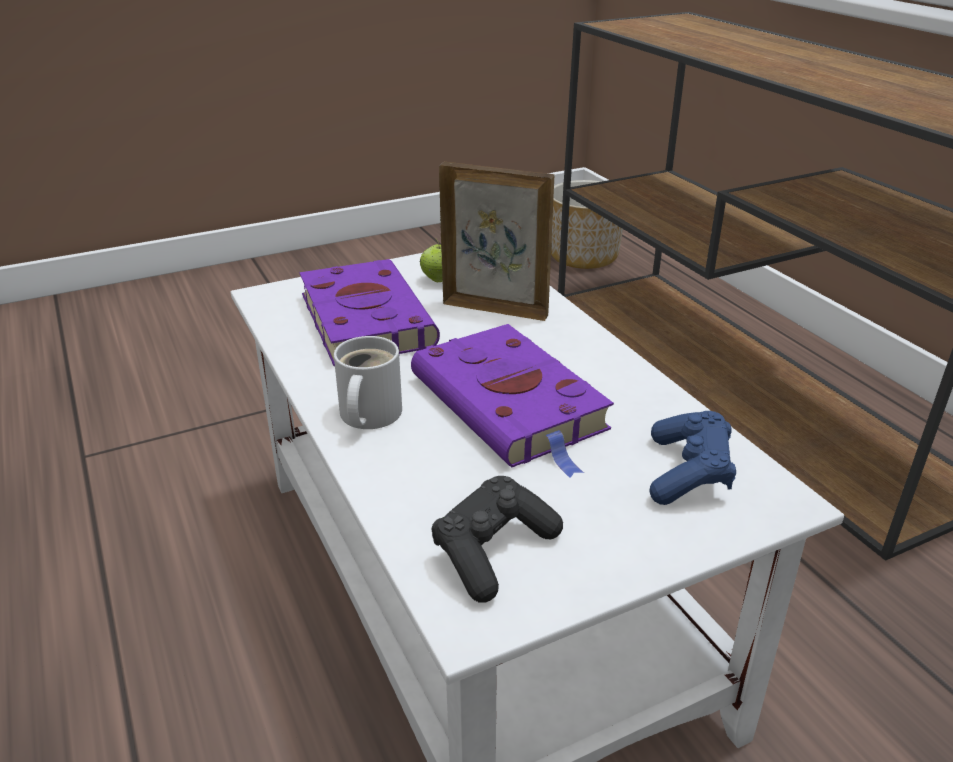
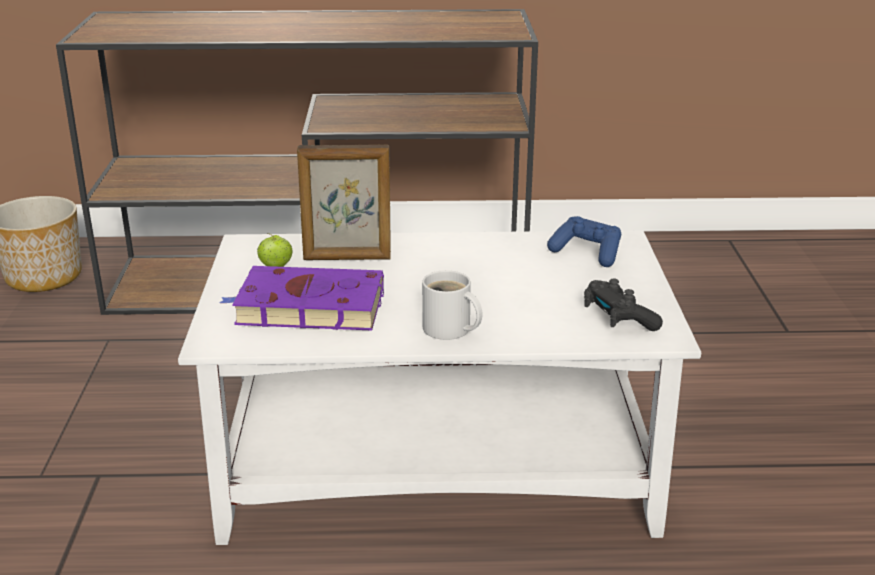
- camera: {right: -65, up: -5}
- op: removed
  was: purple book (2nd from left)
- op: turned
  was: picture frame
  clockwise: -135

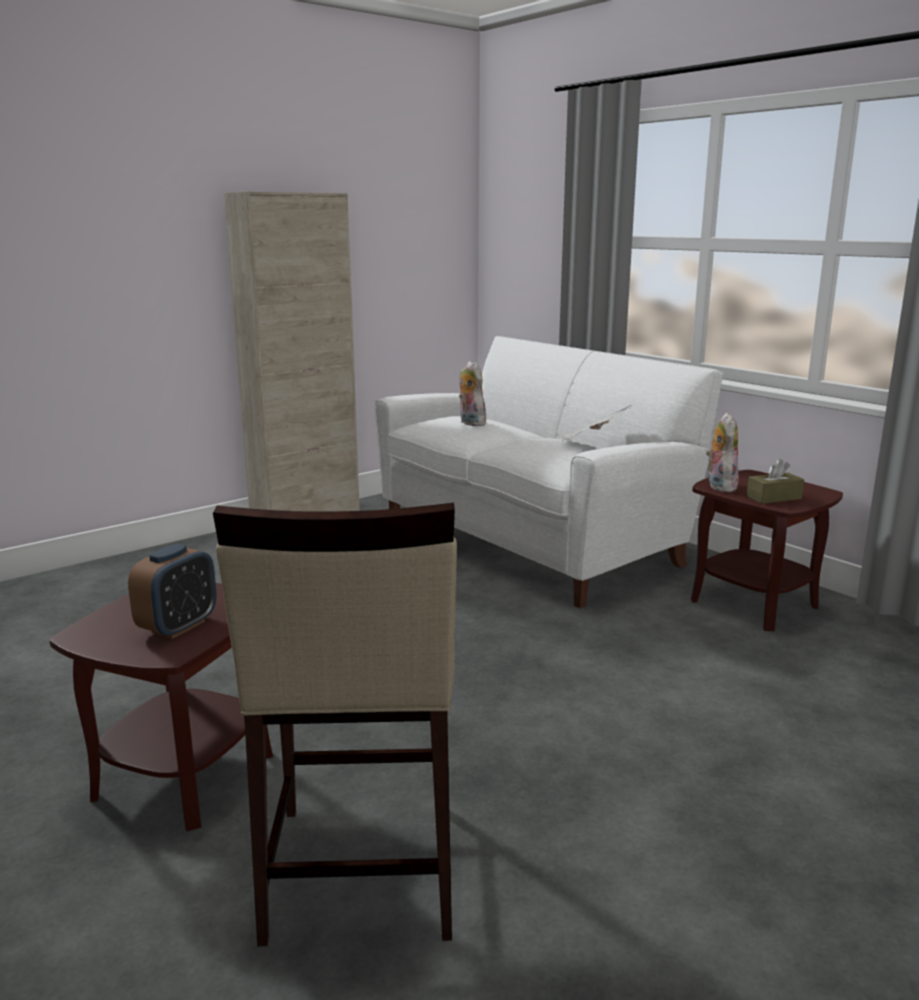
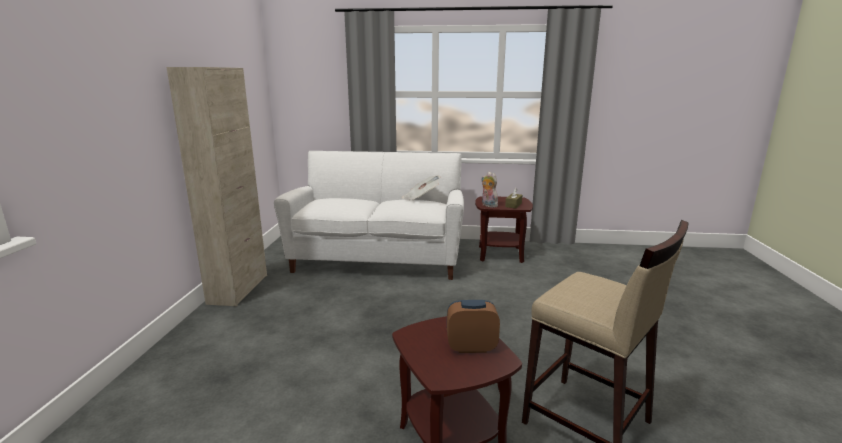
- camera: {right: -45, up: 0}
- op: removed
  was: plush toy (1st from left)
- op: turned
  was: alarm clock
  clockwise: -75

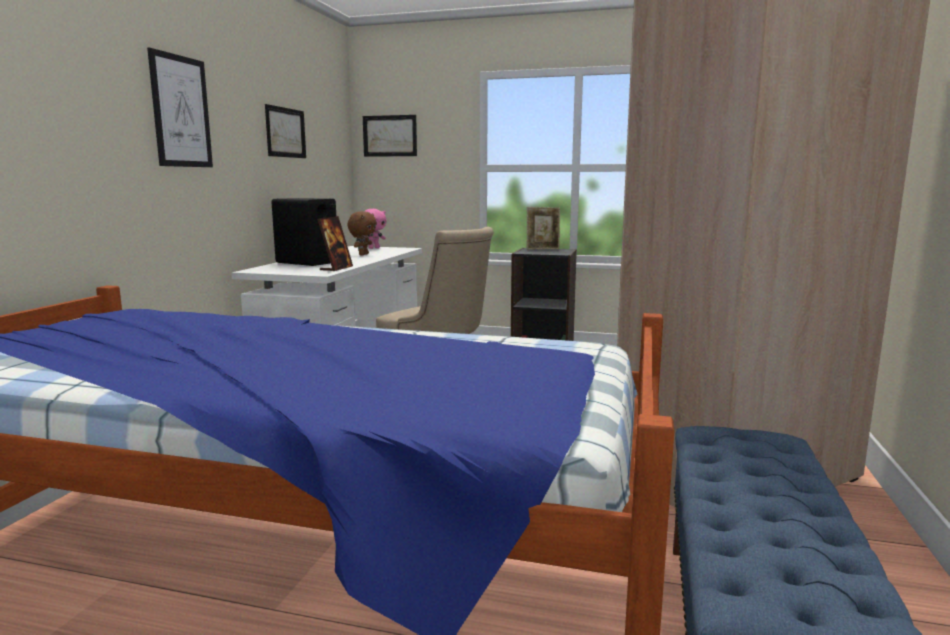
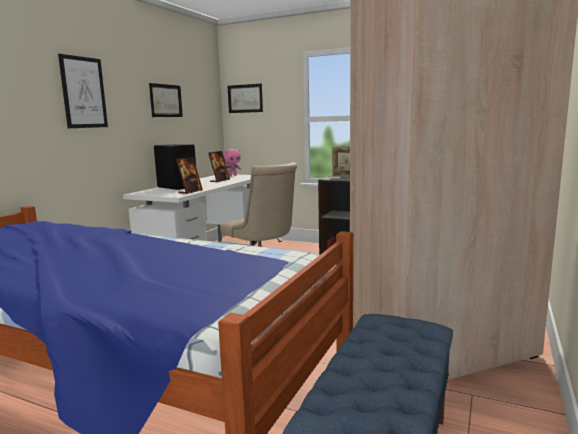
- camera: {right: 10, up: 0}
- op: replaced
  was: brown plush toy
  now: picture frame (2nd from left)

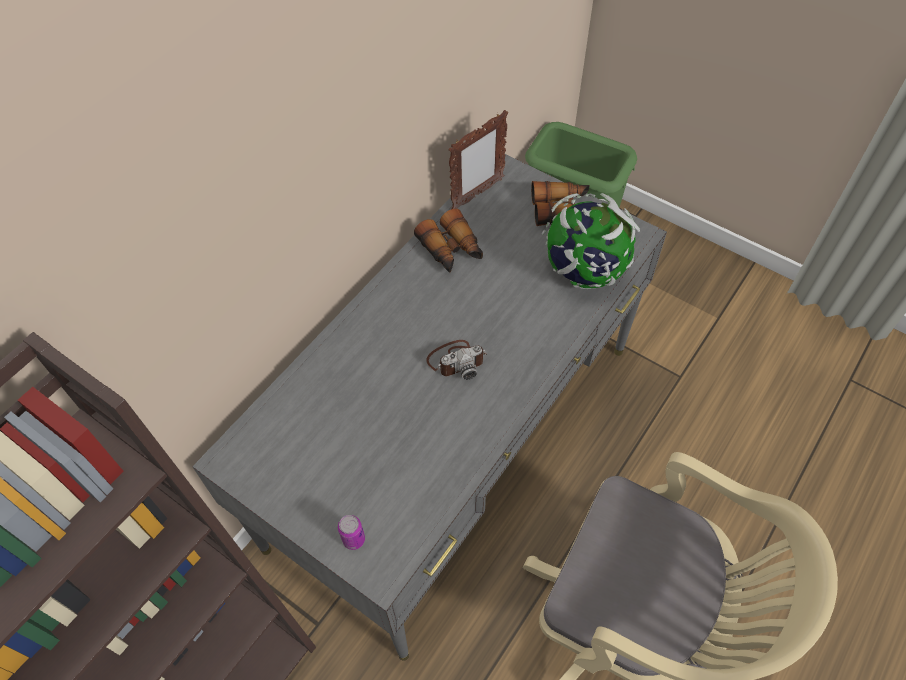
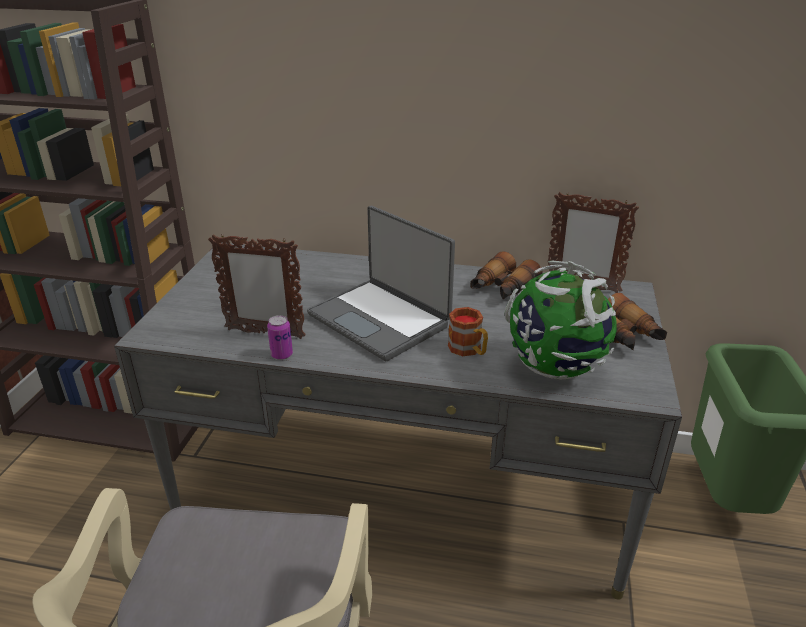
- camera: {right: 65, up: -25}
- op: added
  now: picture frame (1st from left)
- op: added
  now: mug
- op: moved
  was: can
- op: replaced
  was: photo camera
  now: laptop

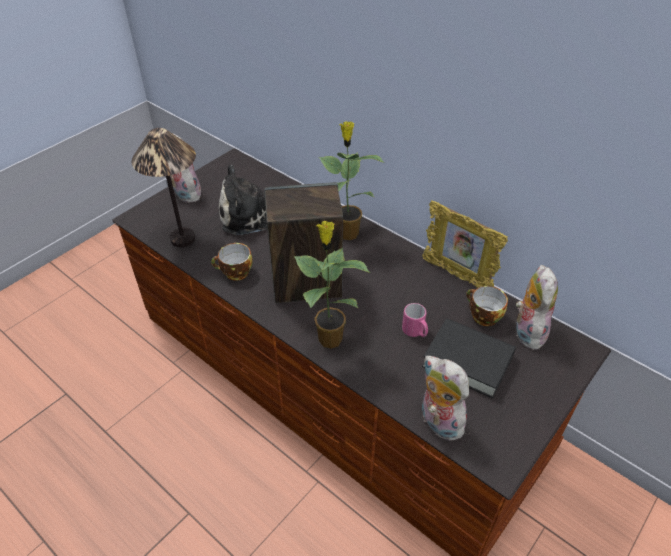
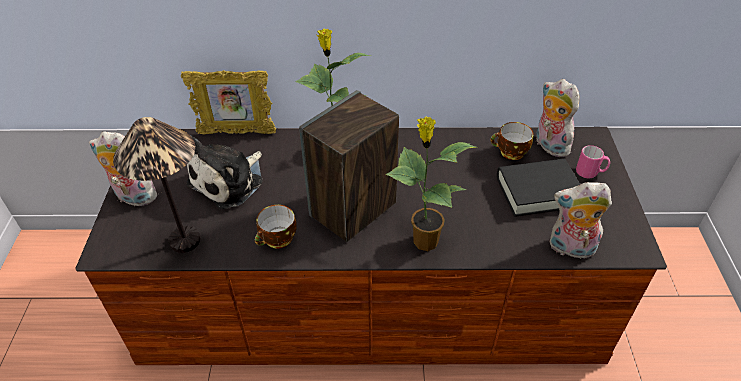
- camera: {right: -40, up: 0}
- op: moved
  was: pink mug
- op: moved
  was: picture frame

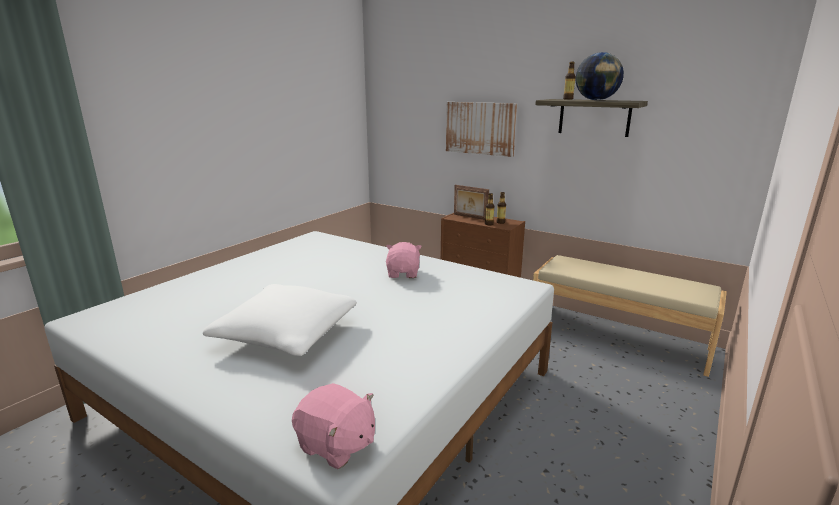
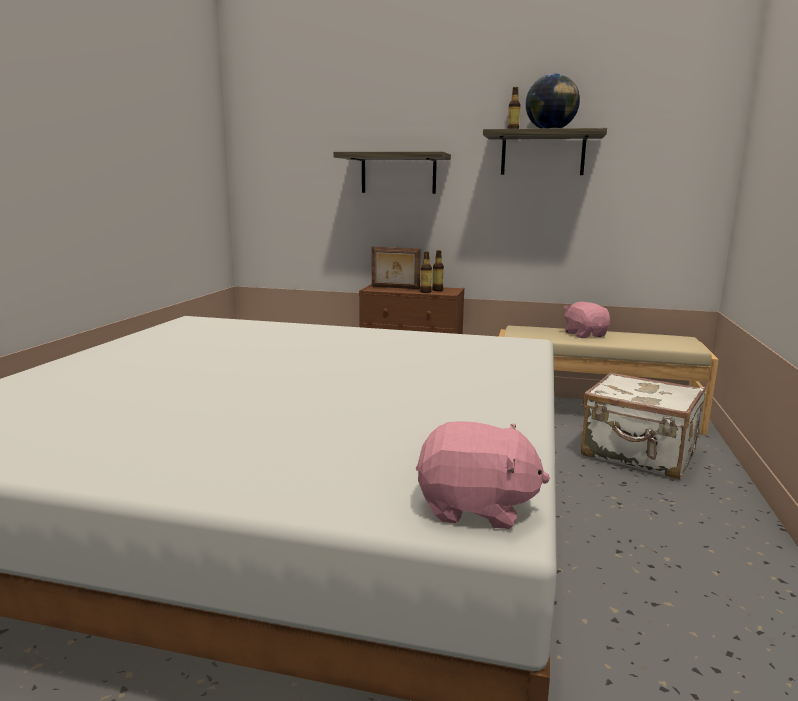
- camera: {right: -20, up: -5}
- op: removed
  was: white pillow
- op: added
  now: white suitcase
- op: moved
  was: pink plush toy (2nd from left)
- op: replaced
  was: picture
  now: shelf (1st from left)

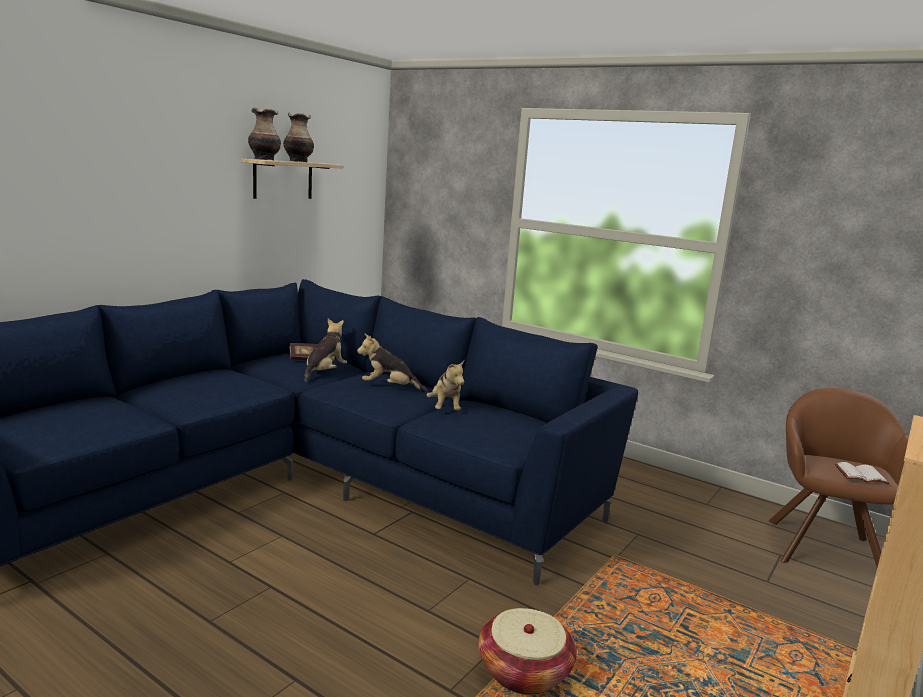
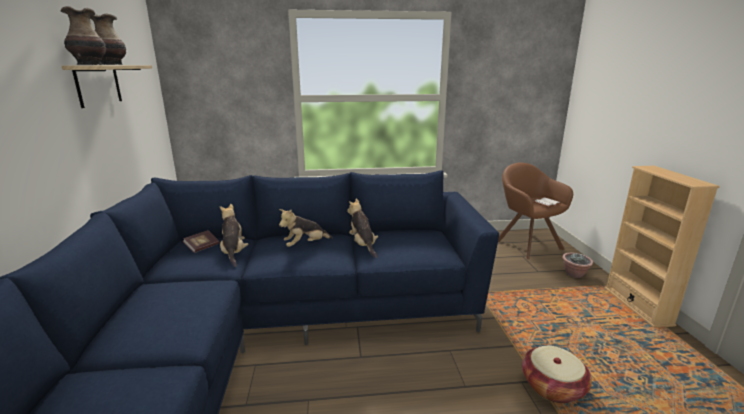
- camera: {right: -40, up: 5}
- op: added
  now: potted plant
- op: turned
  was: plush toy (3rd from left)
  clockwise: -150

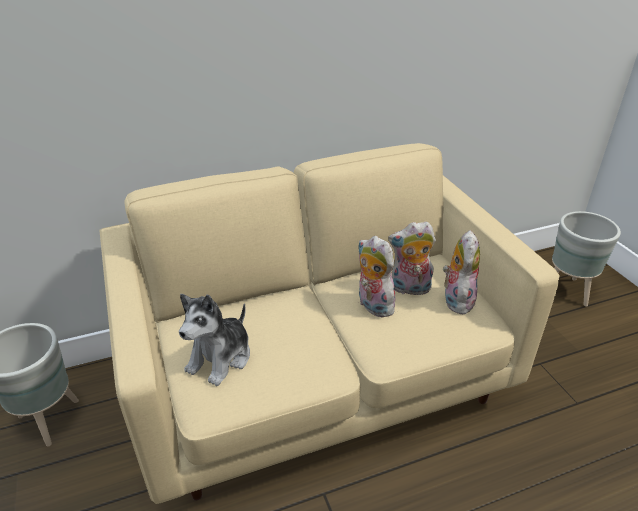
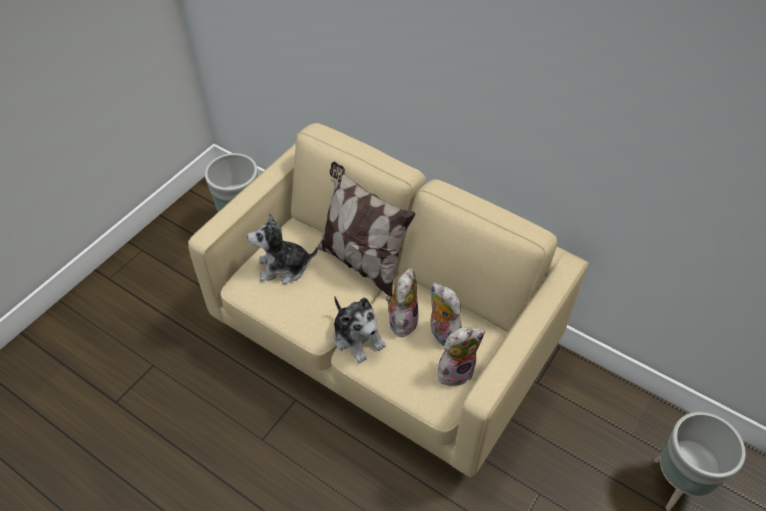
- camera: {right: 55, up: 15}
- op: added
  now: pillow
- op: added
  now: plush toy (2nd from left)

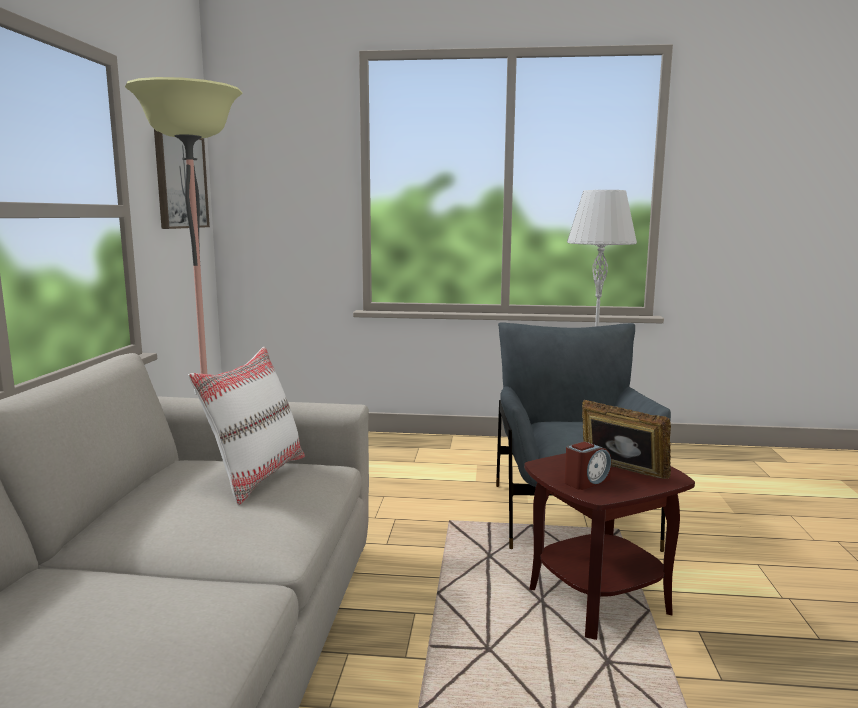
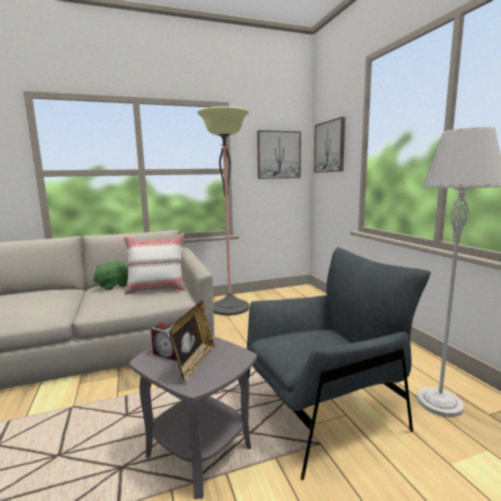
- camera: {right: 65, up: 0}
- op: added
  now: green plush toy
- op: added
  now: picture (2nd from left)
- op: recoloured
  was: brown side table
  now: grey side table

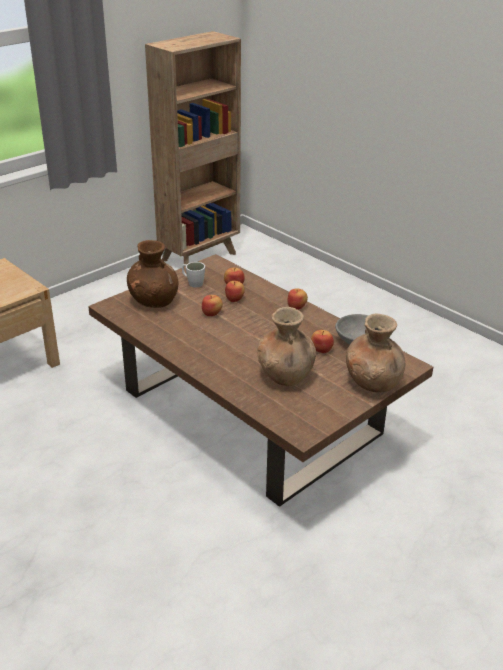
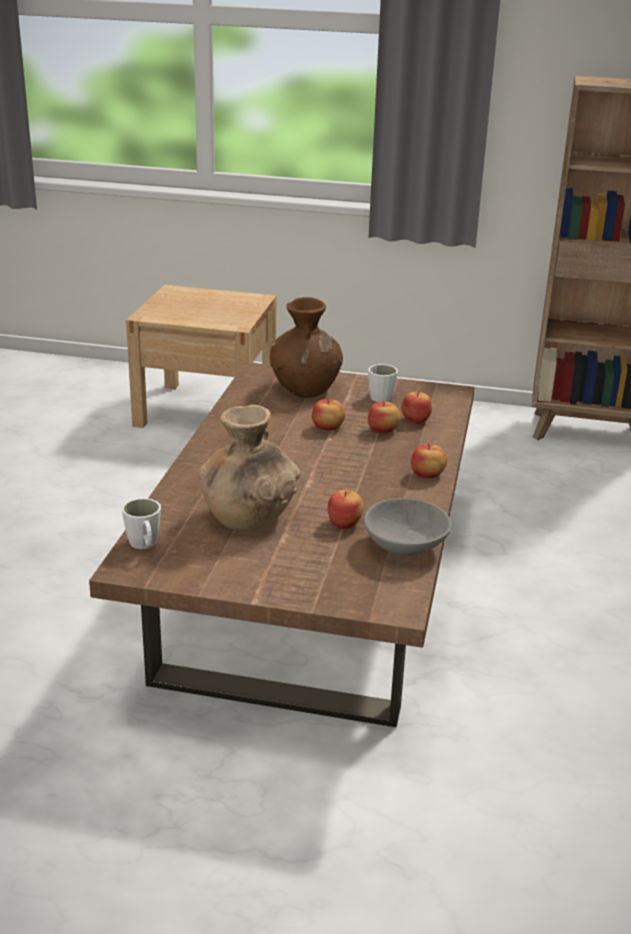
- camera: {right: 55, up: -5}
- op: removed
  was: brown vase (3rd from left)
- op: added
  now: white mug (1st from left)

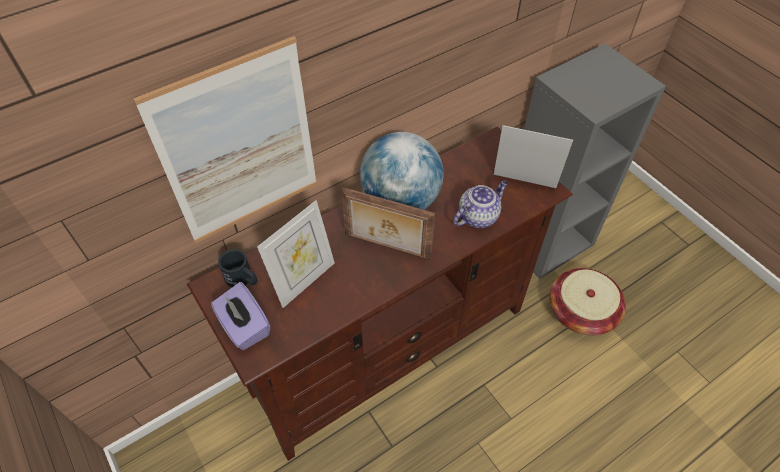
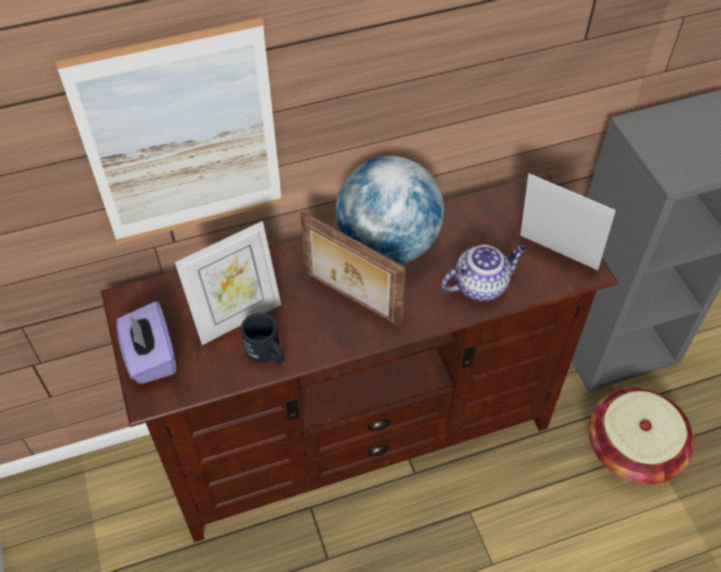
- camera: {right: 15, up: 0}
- op: moved
  was: black mug

